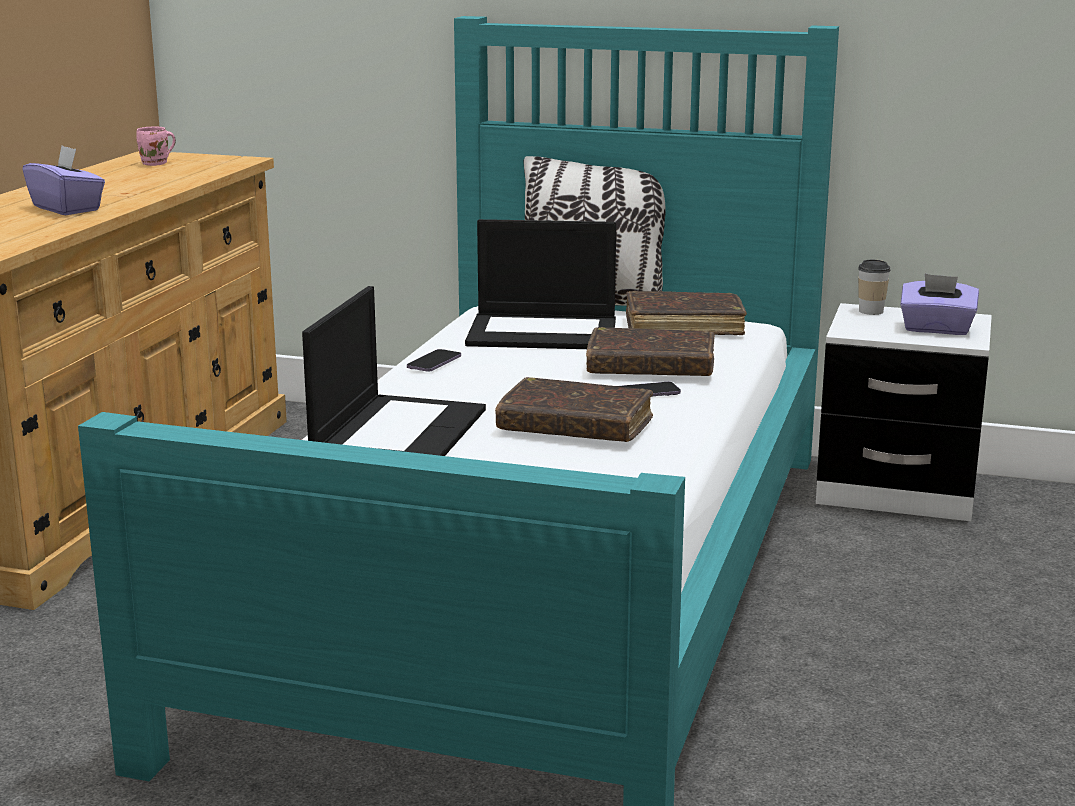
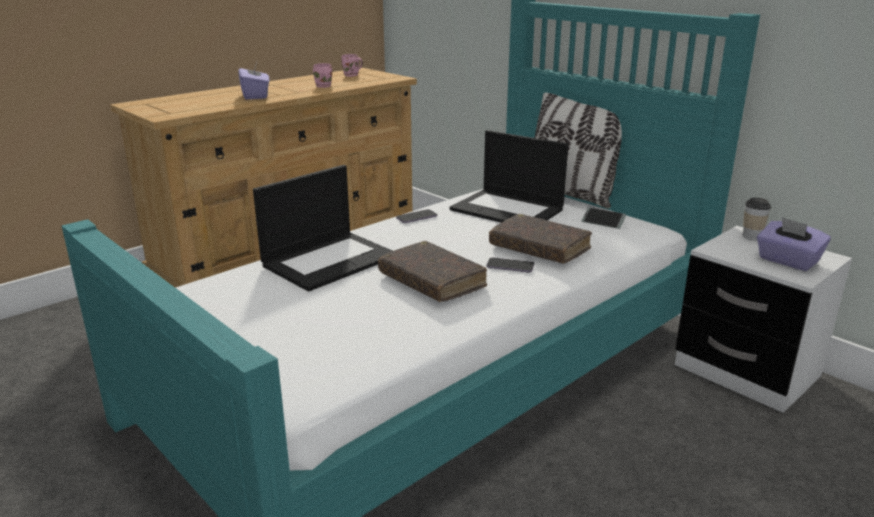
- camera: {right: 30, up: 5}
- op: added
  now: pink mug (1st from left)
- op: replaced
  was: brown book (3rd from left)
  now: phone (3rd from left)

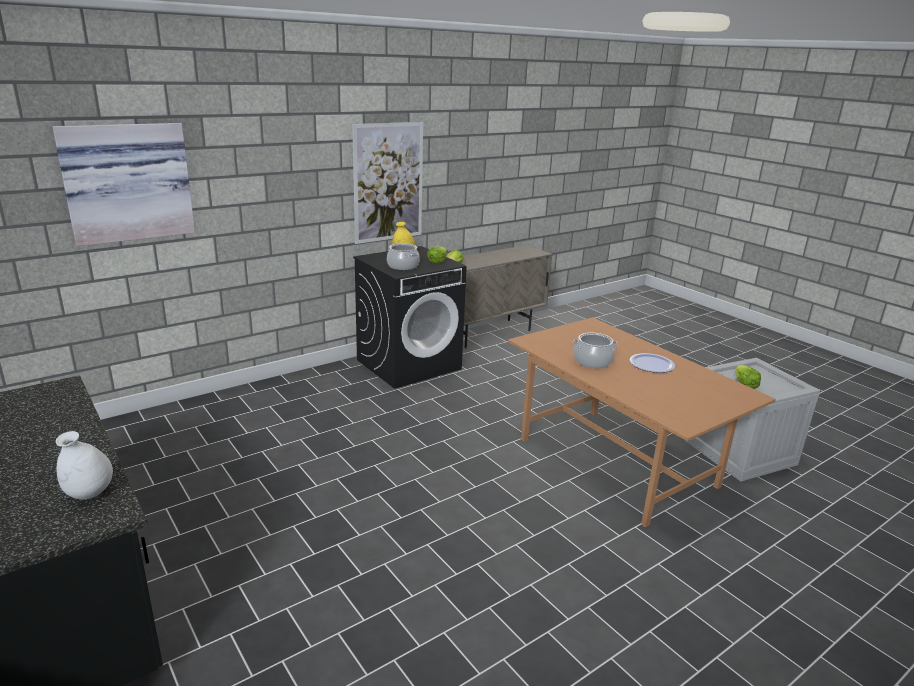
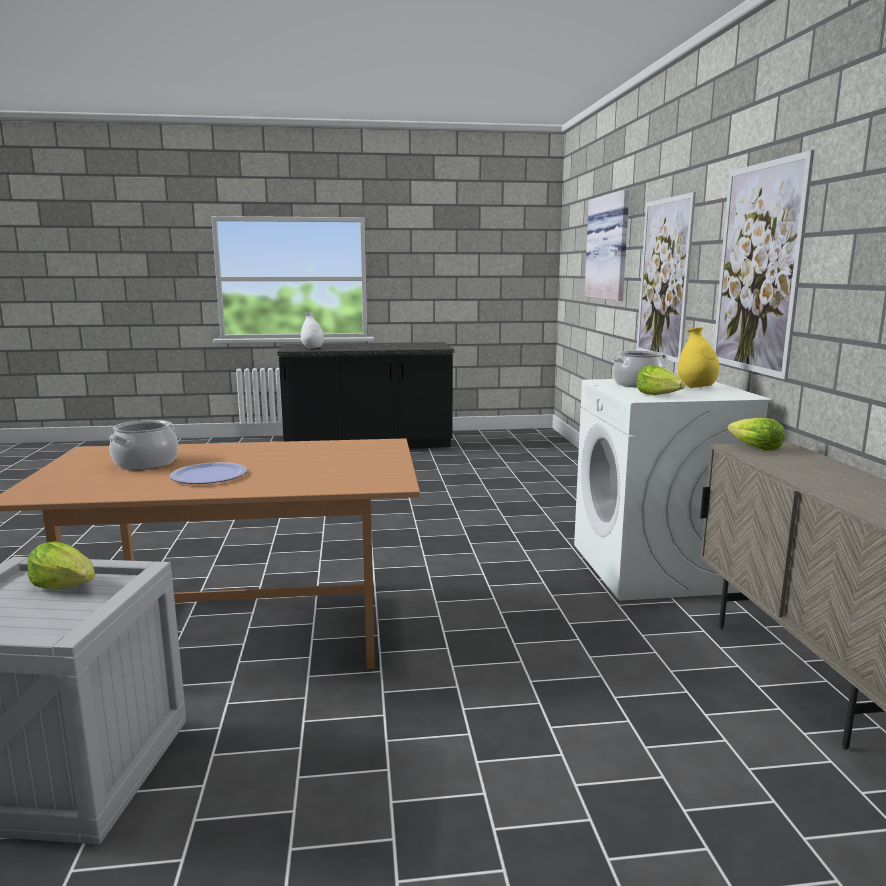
- camera: {right: 120, up: -10}
- op: added
  now: picture (2nd from left)
- op: moved
  was: cooking pot (2nd from left in the first image)
  now: cooking pot (1st from left)
- op: recoloured
  was: black washing machine
  now: white washing machine

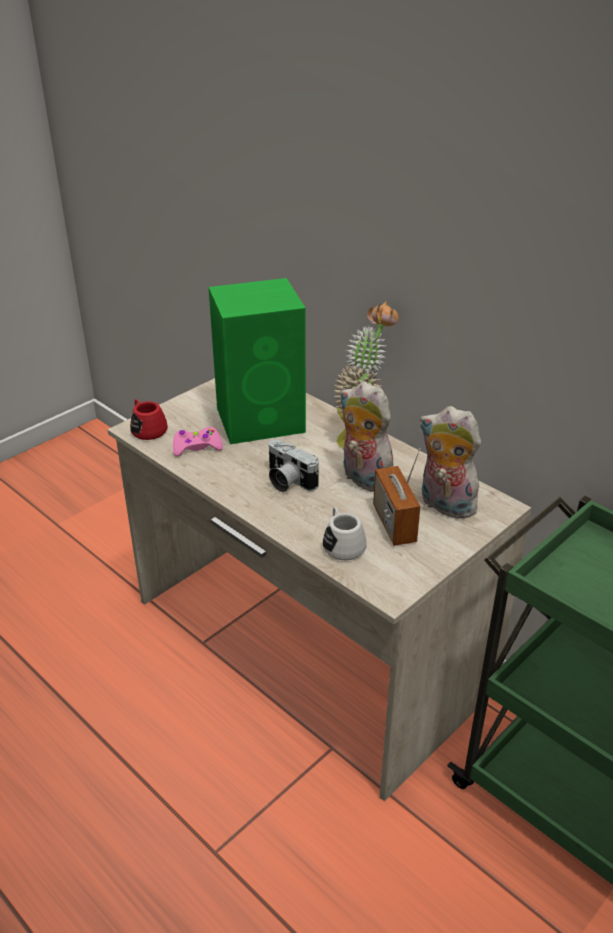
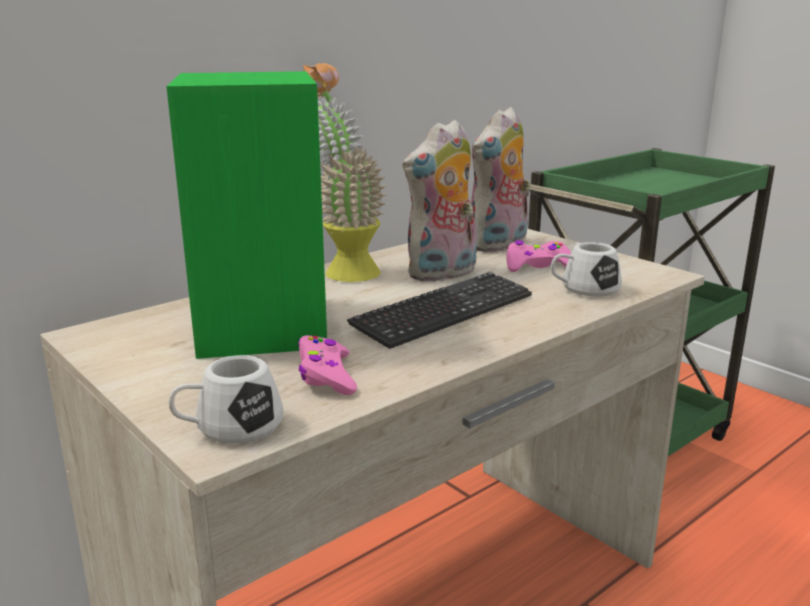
- camera: {right: -85, up: -15}
- op: replaced
  was: photo camera
  now: keyboard
- op: replaced
  was: radio
  now: pink game controller (2nd from left)
- op: recoloured
  was: red mug
  now: white mug (1st from left)

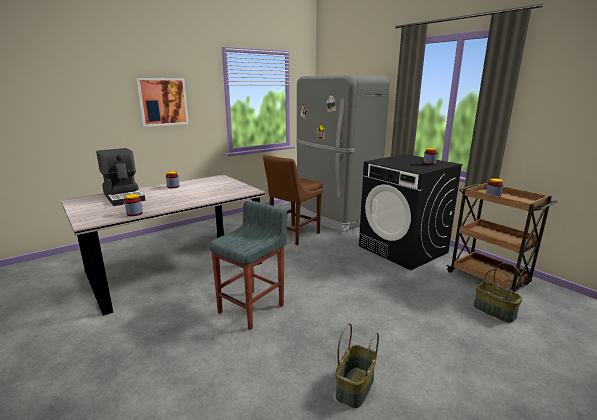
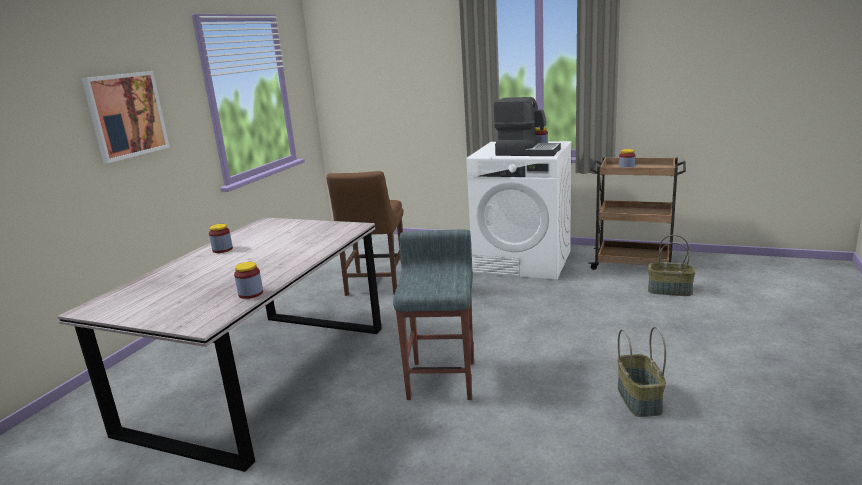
- camera: {right: -30, up: 0}
- op: removed
  was: grey fridge
- op: moved
  was: coffee machine
- op: recoloured
  was: black washing machine
  now: white washing machine

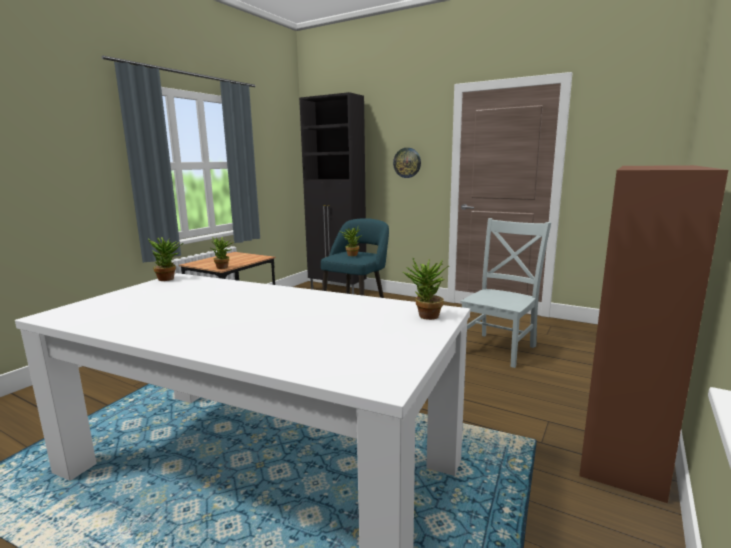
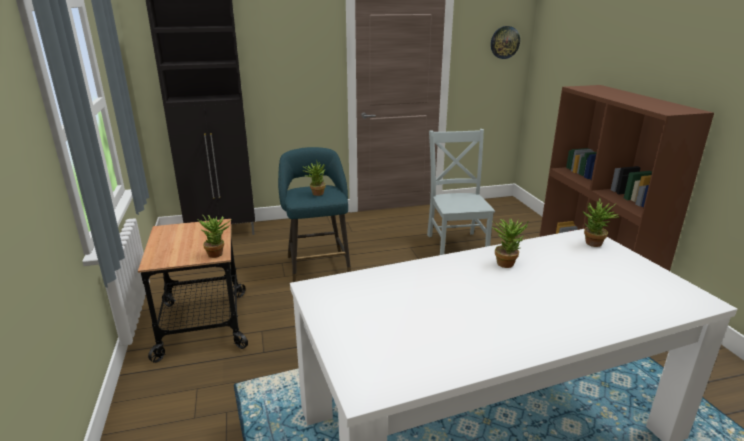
- camera: {right: -45, up: 10}
- op: moved
  was: potted plant (1st from left in the first image)
  now: potted plant (3rd from left)
- op: moved
  was: wall clock

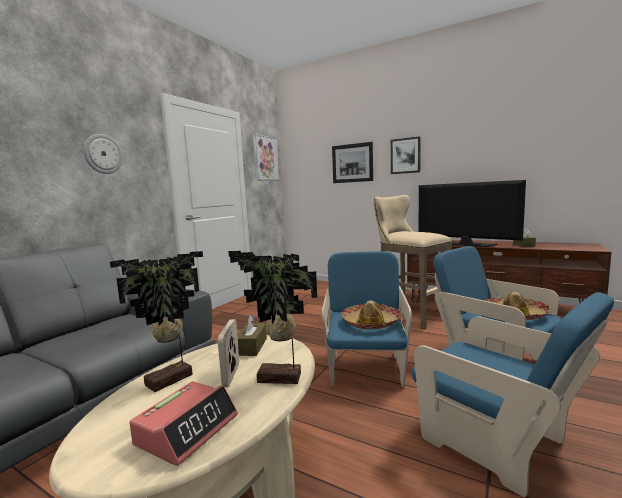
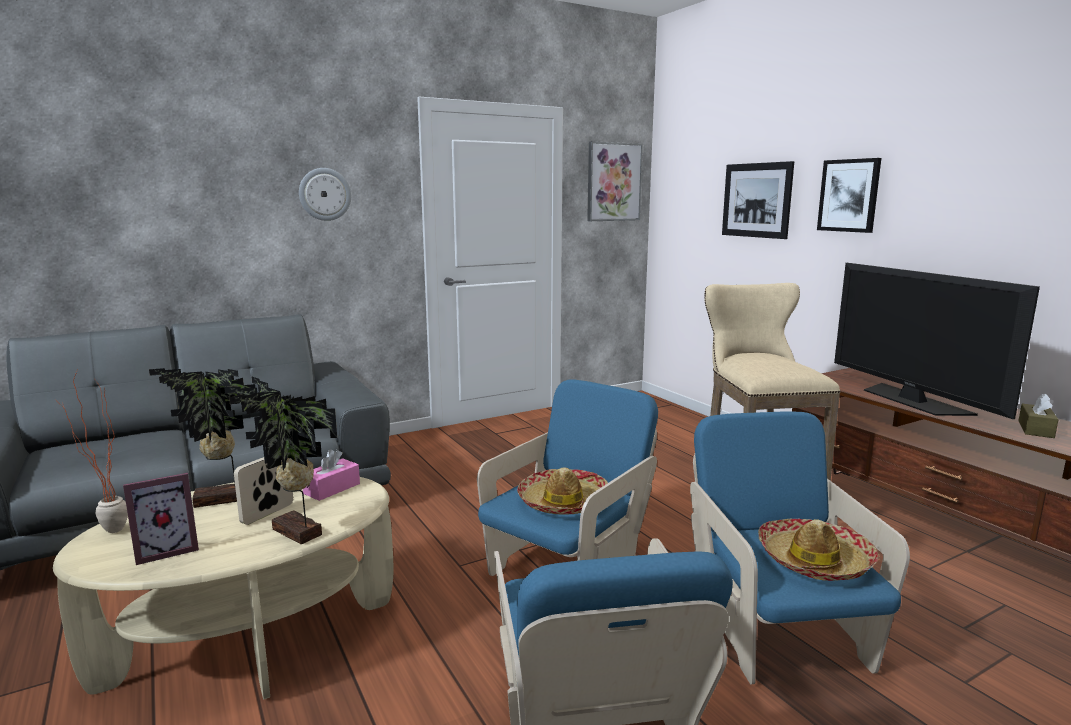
- camera: {right: 30, up: 5}
- op: added
  now: potted plant (1st from left)
- op: replaced
  was: alarm clock
  now: picture frame (1st from left)
- op: recoloured
  was: brown tissue box (1st from left)
  now: pink tissue box

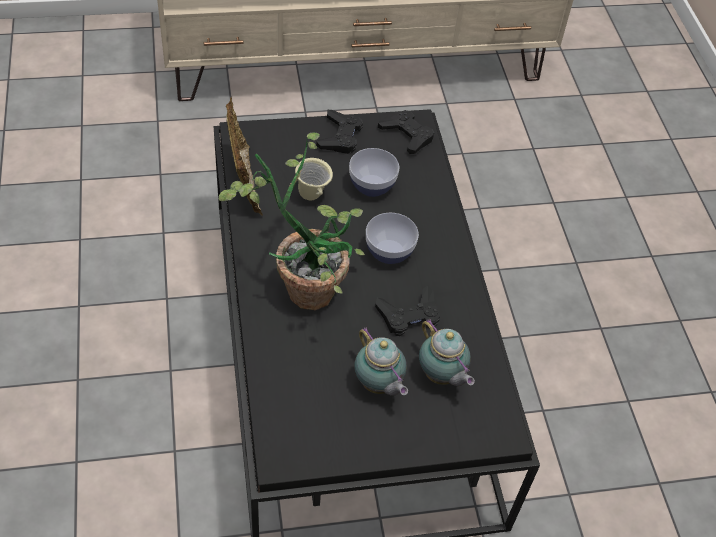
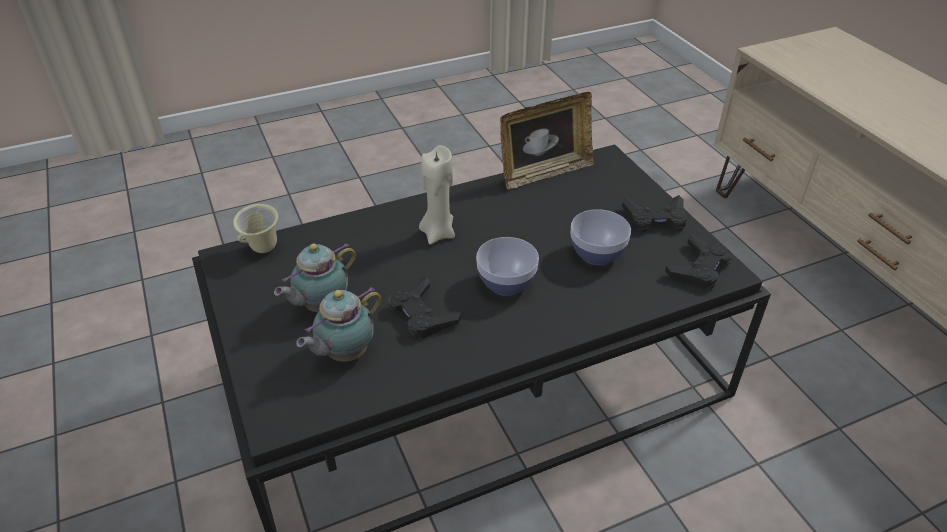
- camera: {right: 80, up: -10}
- op: moved
  was: beige mug
- op: replaced
  was: potted plant
  now: beige candle

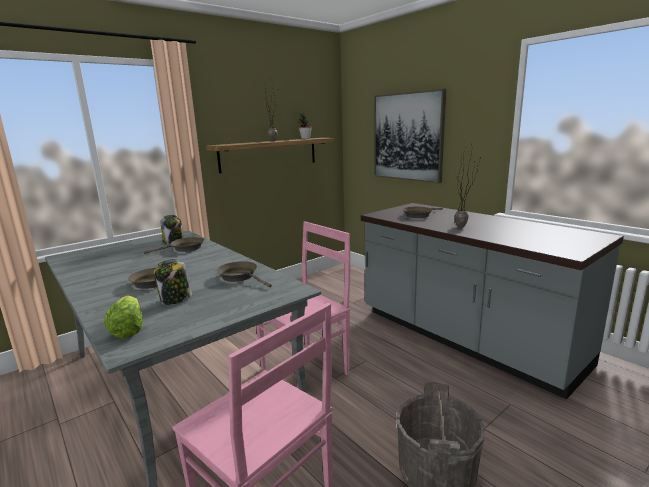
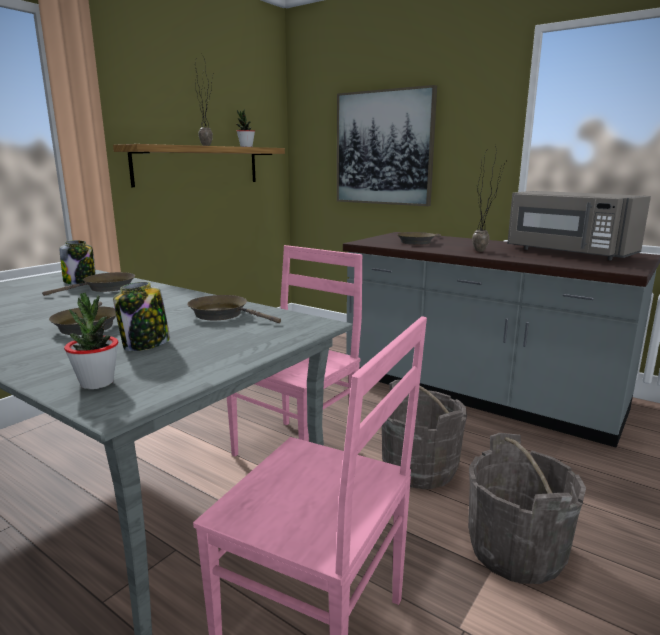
- camera: {right: -15, up: 0}
- op: added
  now: grey bucket (1st from left)
- op: added
  now: grey microwave
- op: replaced
  was: lettuce
  now: potted plant (1st from left)

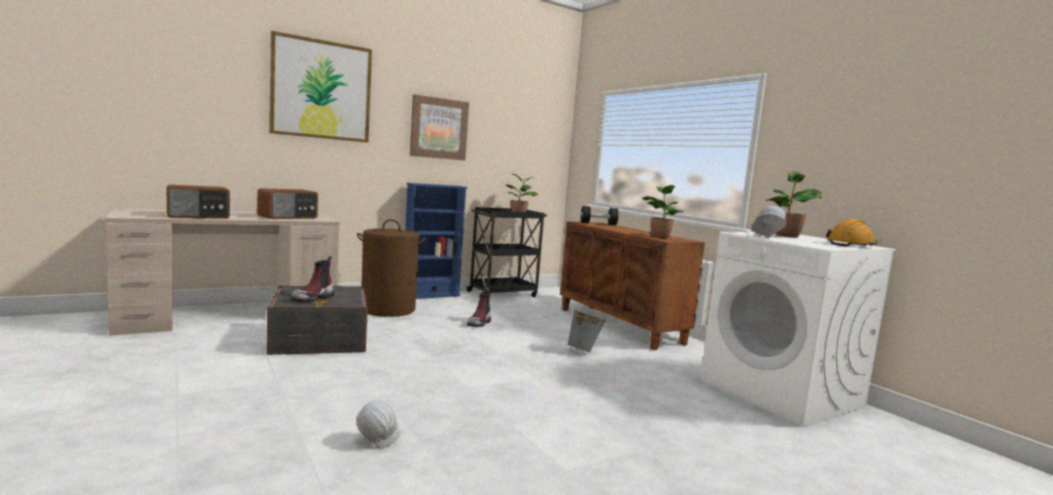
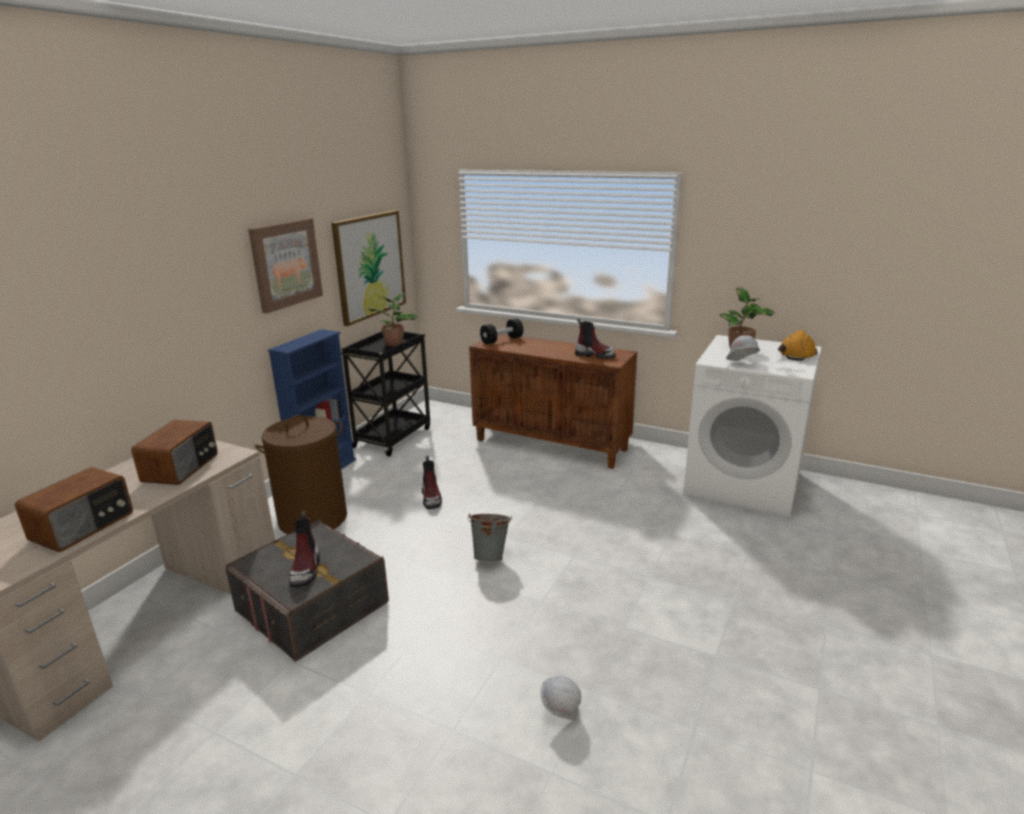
- camera: {right: -30, up: 15}
- op: moved
  was: picture (1st from left in the first image)
  now: picture (2nd from left)
- op: moved
  was: grey bucket
- op: replaced
  was: potted plant (2nd from left)
  now: boot (3rd from left)

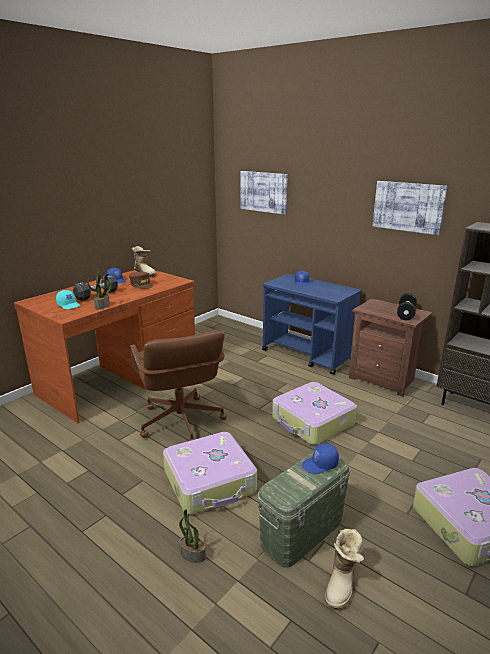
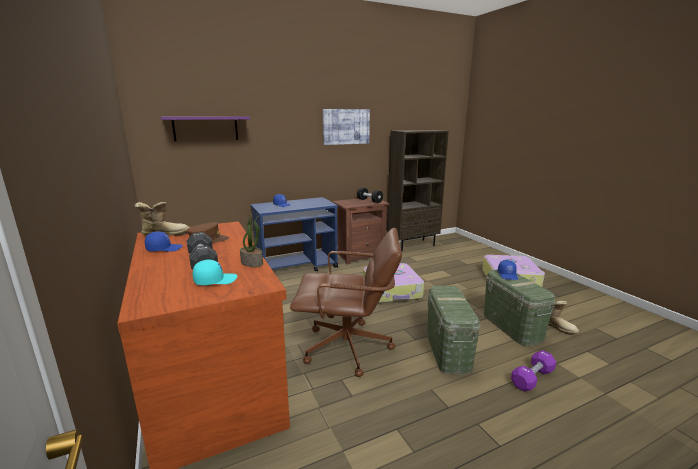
- camera: {right: -65, up: -5}
- op: replaced
  was: suitcase (1st from left)
  now: green storage box (1st from left)
- op: replaced
  was: potted plant (2nd from left)
  now: purple dumbbell
- op: replaced
  was: picture (1st from left)
  now: purple shelf

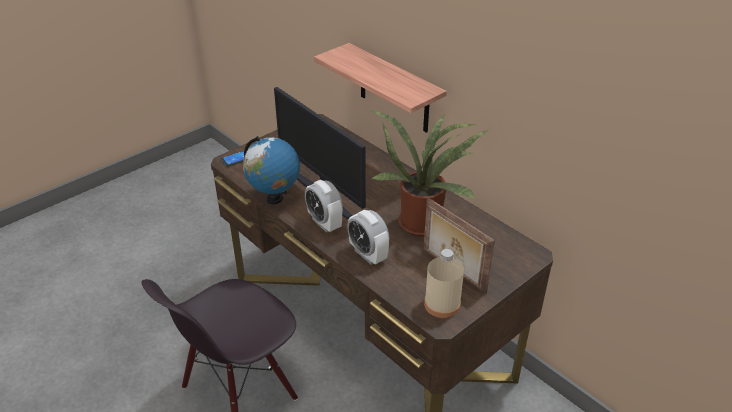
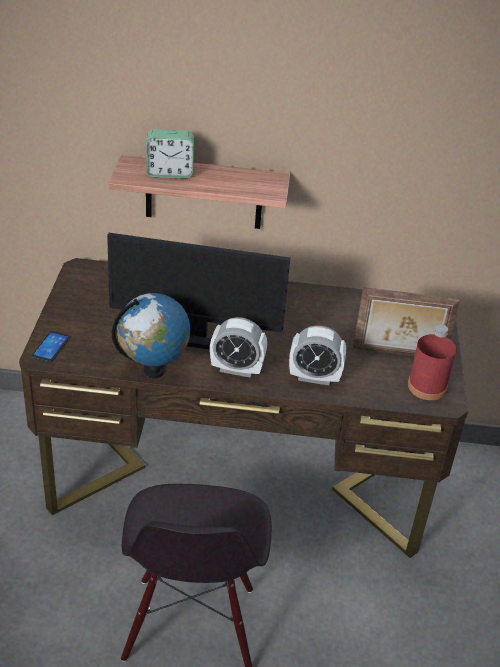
- camera: {right: -45, up: 0}
- op: removed
  was: potted plant
- op: added
  now: alarm clock (1st from left)
- op: recoloured
  was: beige bottle
  now: red bottle

